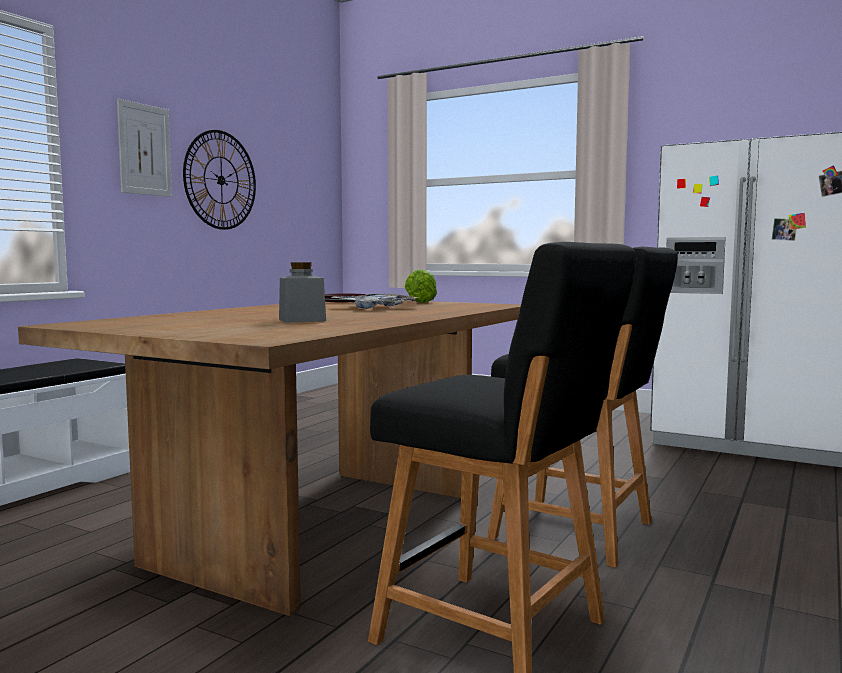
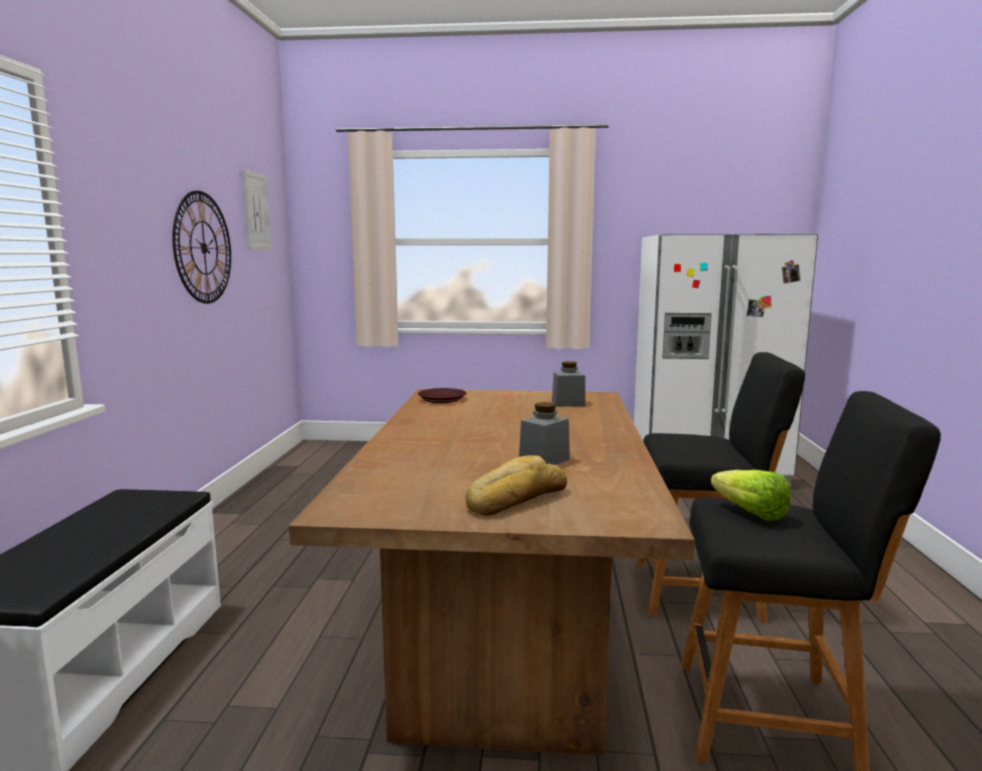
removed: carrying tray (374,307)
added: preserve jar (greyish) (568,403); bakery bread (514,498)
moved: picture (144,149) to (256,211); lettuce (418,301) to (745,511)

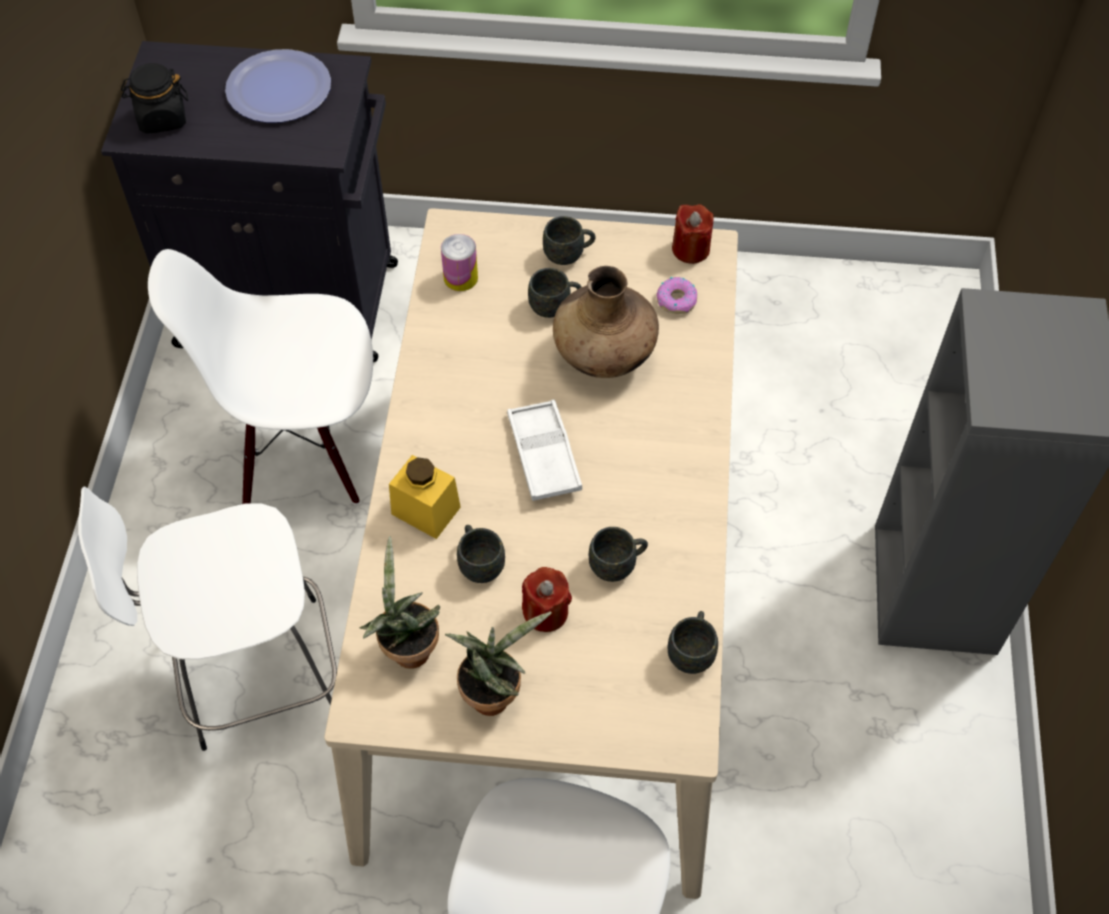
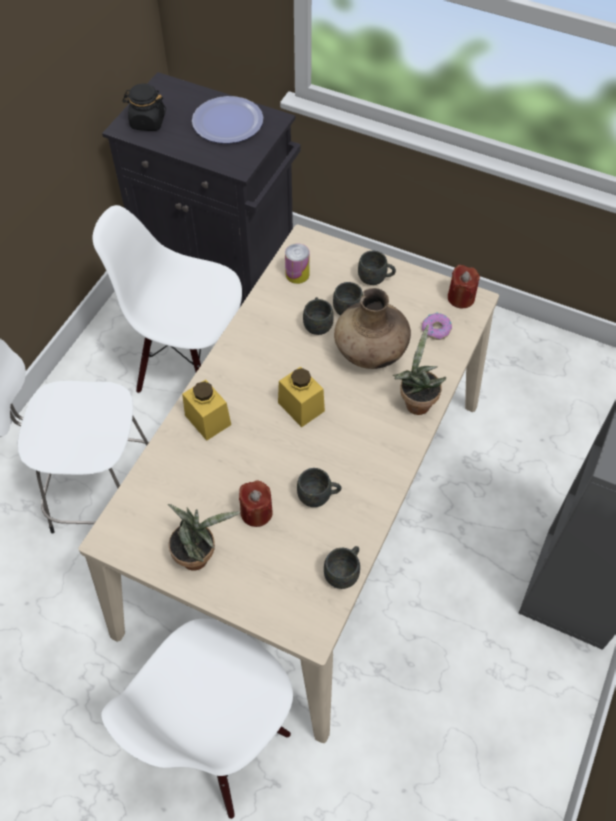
moved: mug (greyish) (479,562) to (317,323); potted plant (407,647) to (416,401)
replaced: carrying tray (white) (544,455) to preserve jar (yellow-coloured) (301,407)

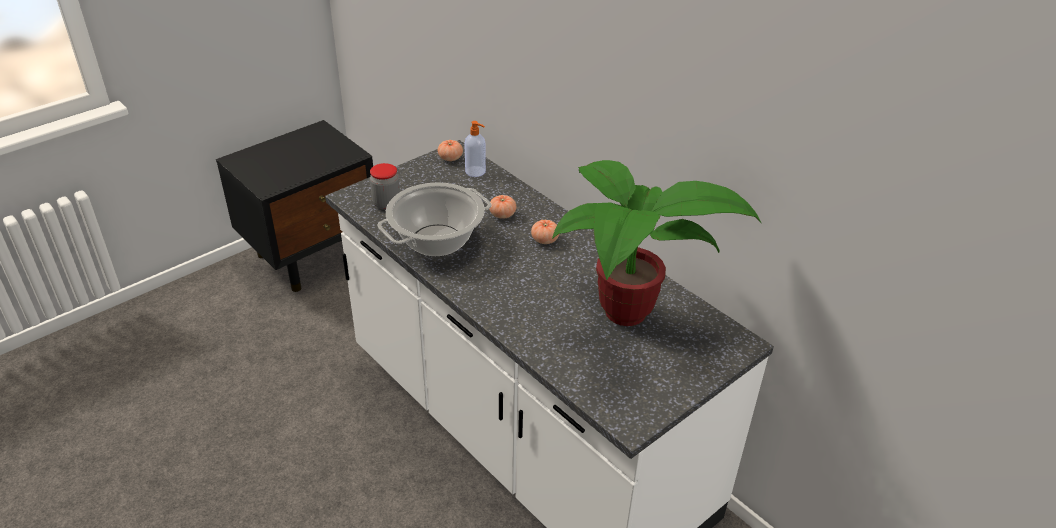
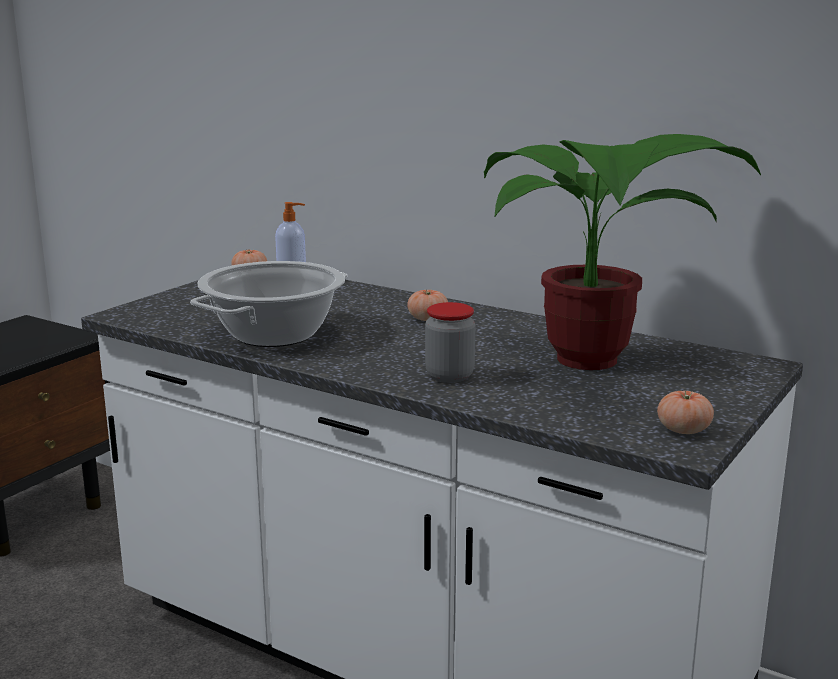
moved: preserve jar (386,203) to (449,376); fresh tomato (502,214) to (683,430)

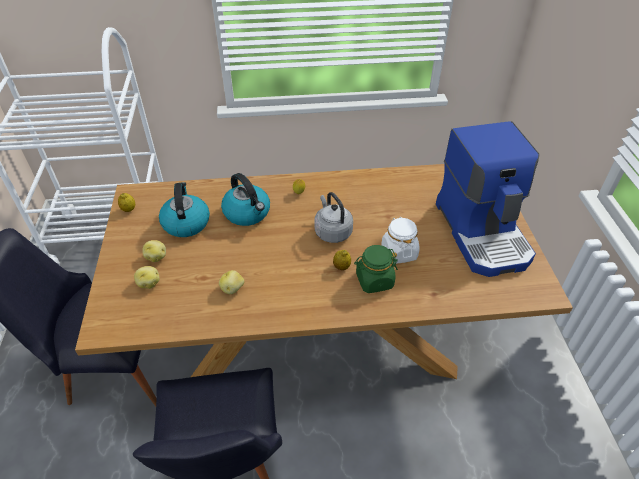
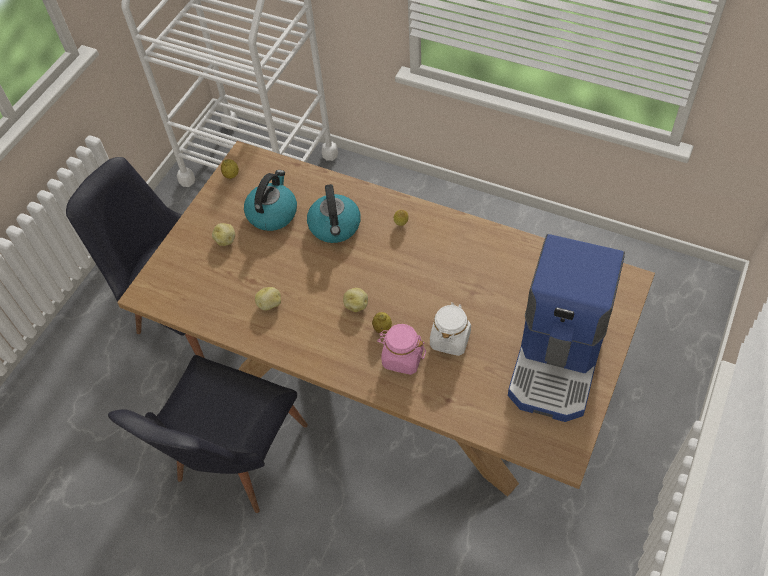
removed: water kettle (greyish) (332,231)
moved: spud (149,283) to (356,305)
recoloured: preserve jar (greenish) (374,281) to preserve jar (pink-coloured) (402,358)

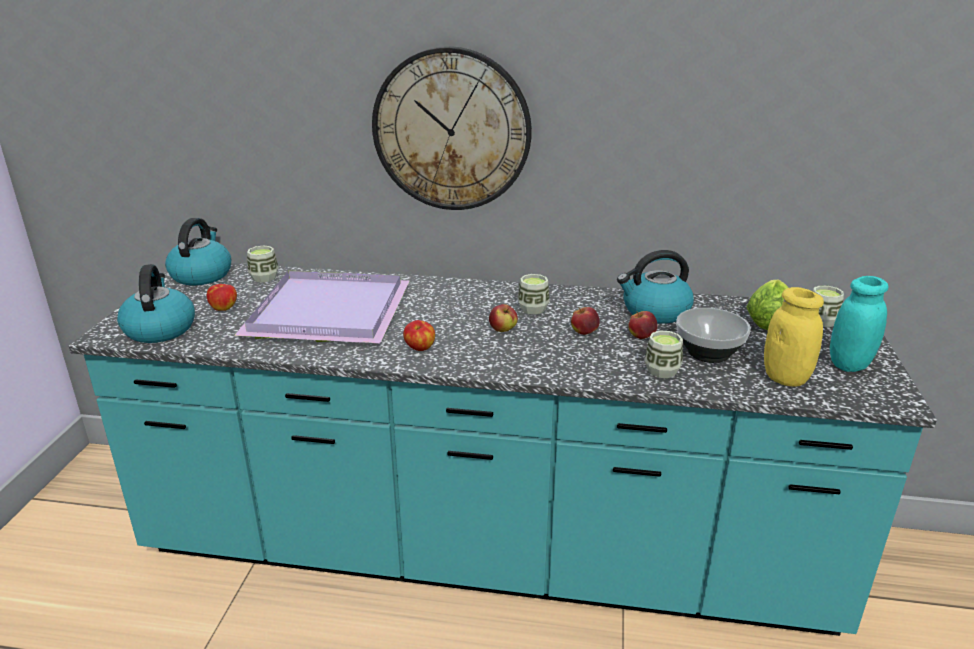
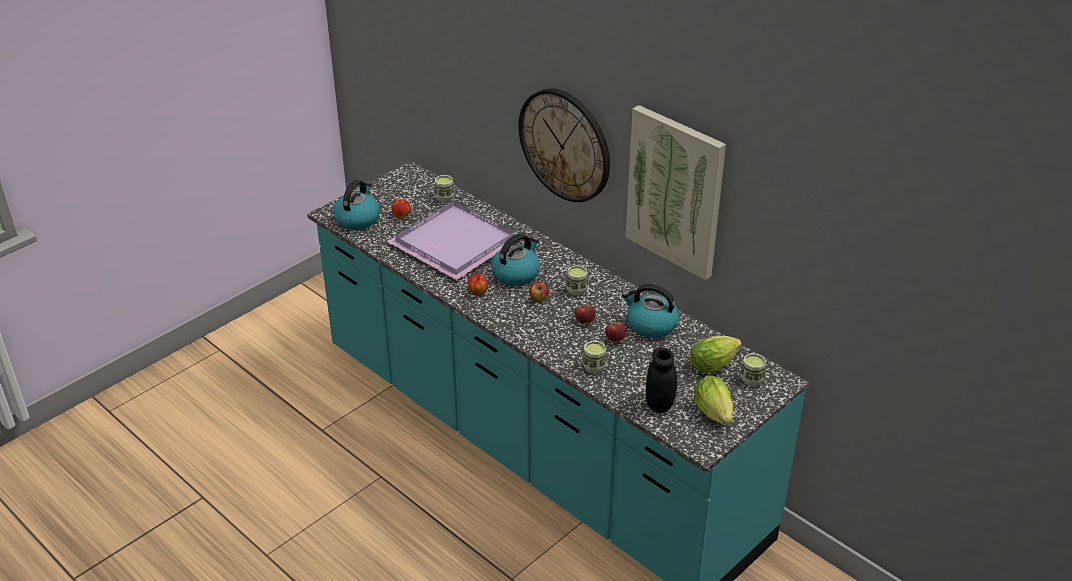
removed: deep dish (707,353)
added: picture (675,191)
moved: water kettle (201,274) to (516,274)
replaced: preserve jar (turquoise-coloured) (849,364) to lettuce (715,415)
recoloured: preserve jar (yellow-coloured) (785,378) to preserve jar (blackish) (659,404)

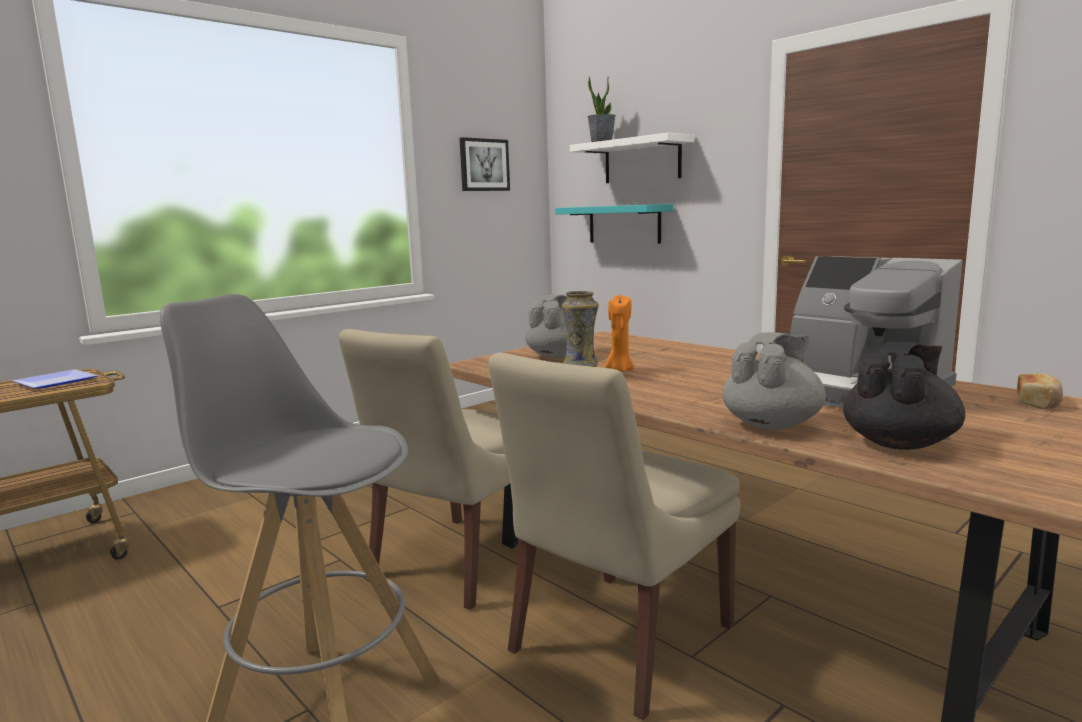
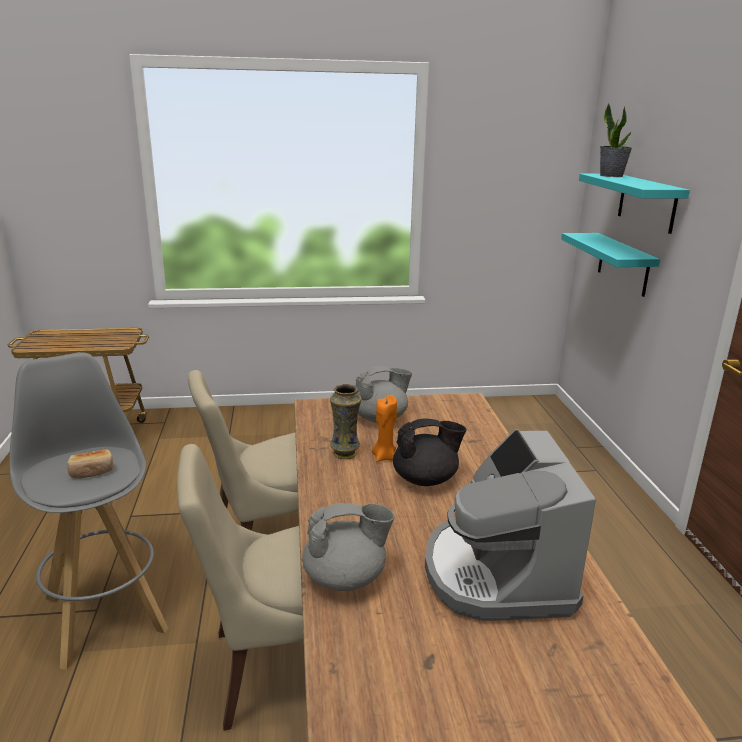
removed: picture (484,165); dinner plate (57,381)
moved: pot for tea (blackish) (899,443) to (426,479); bakery bread (1038,403) to (92,472)
recoloured: shelf (white) (642,160) to shelf (turquoise-coloured) (647,202)

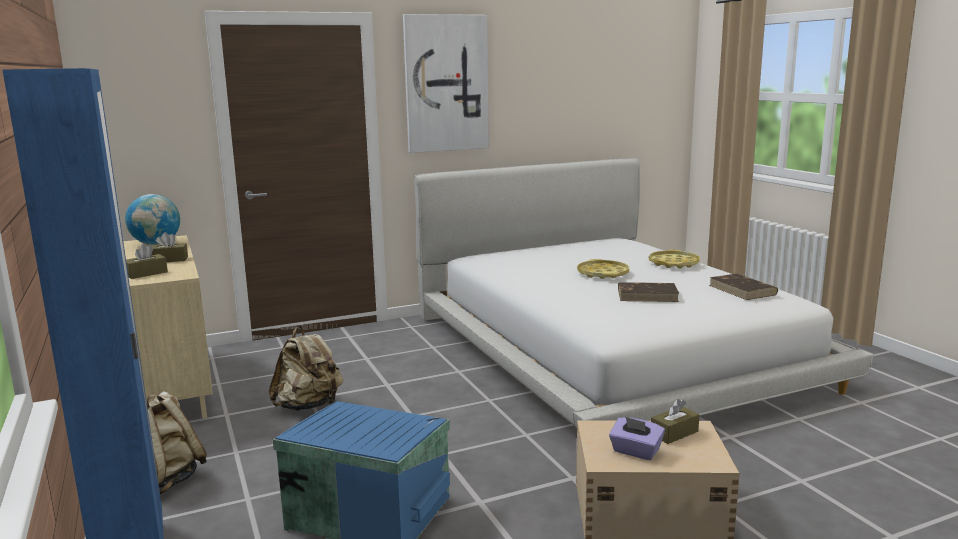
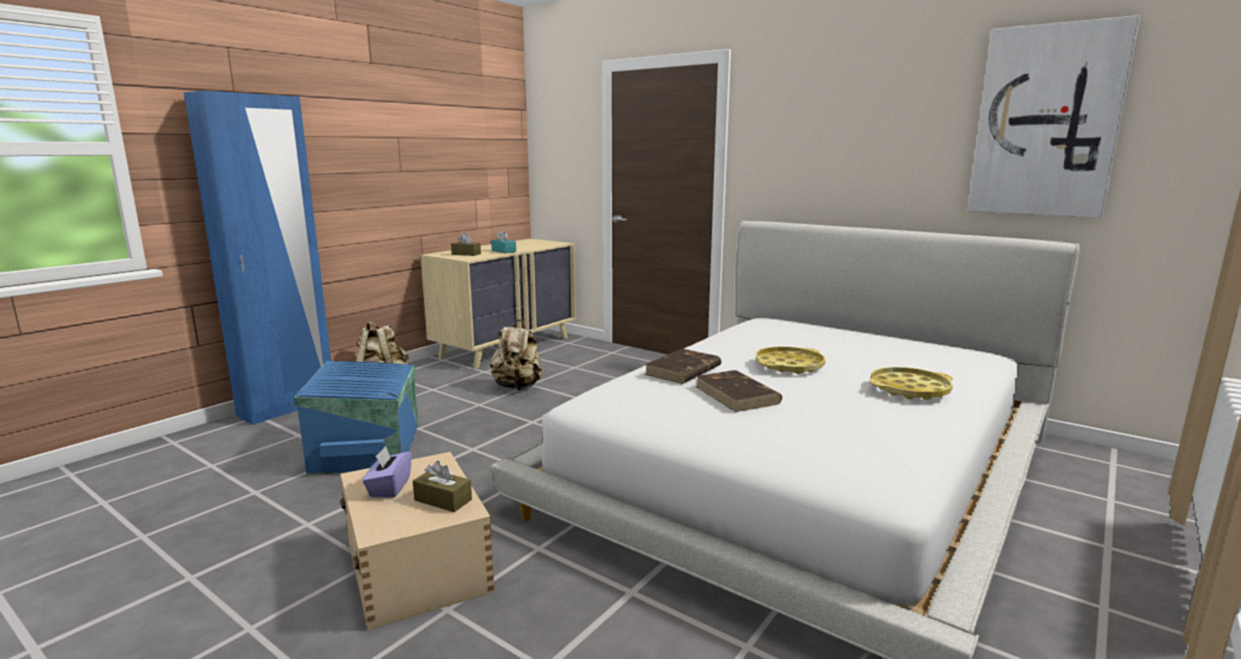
removed: globe (156,244)
moved: picture (446,83) to (1046,122); volume (brown) (743,290) to (683,370)
recoloured: tissue holder (brown) (169,260) to tissue holder (turquoise-coloured) (503,251)

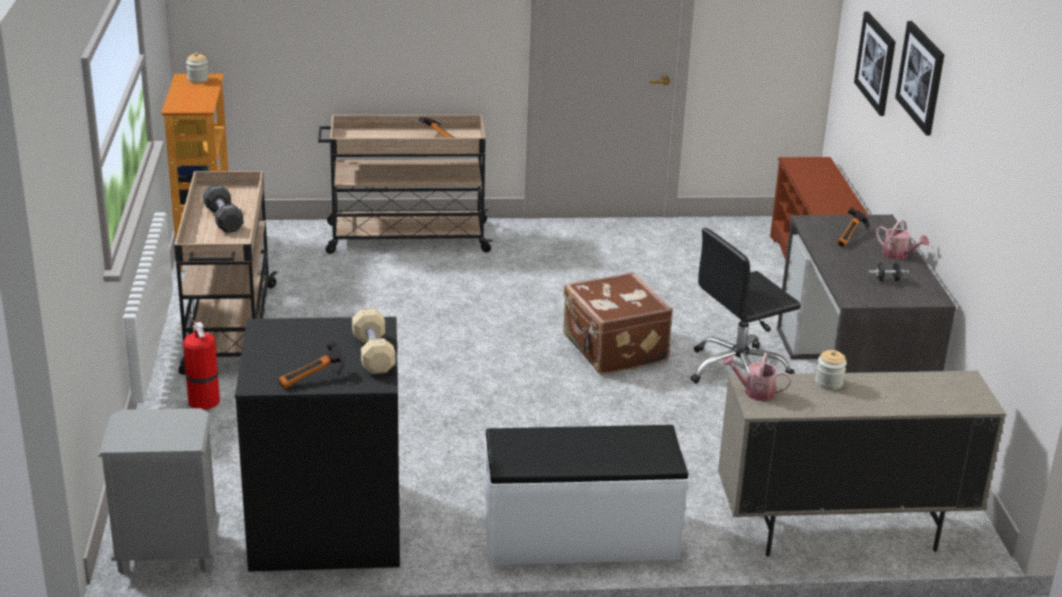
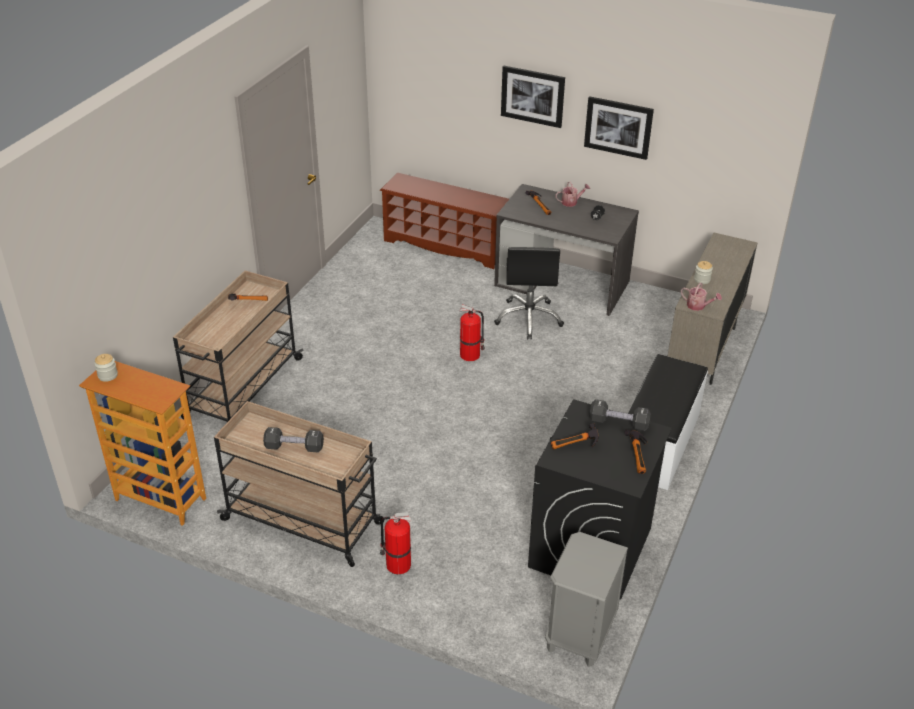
added: hand hammer (575,447)
moved: picture (876,62) to (618,127)
replaced: suitcase (brown) (613,350) to fire extinguisher (471,355)
recoloured: dumbbell (sand-coloured) (373,354) to dumbbell (blackish) (618,423)
turned: sprinkling can (754,392) = (698,306) 105 degrees counterclockwise

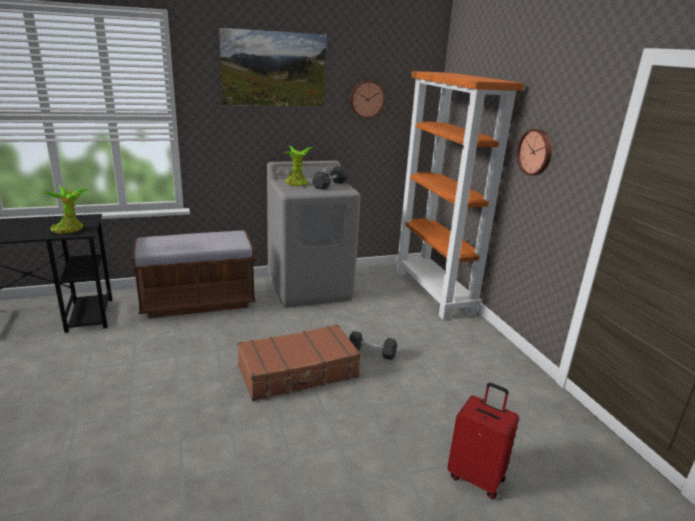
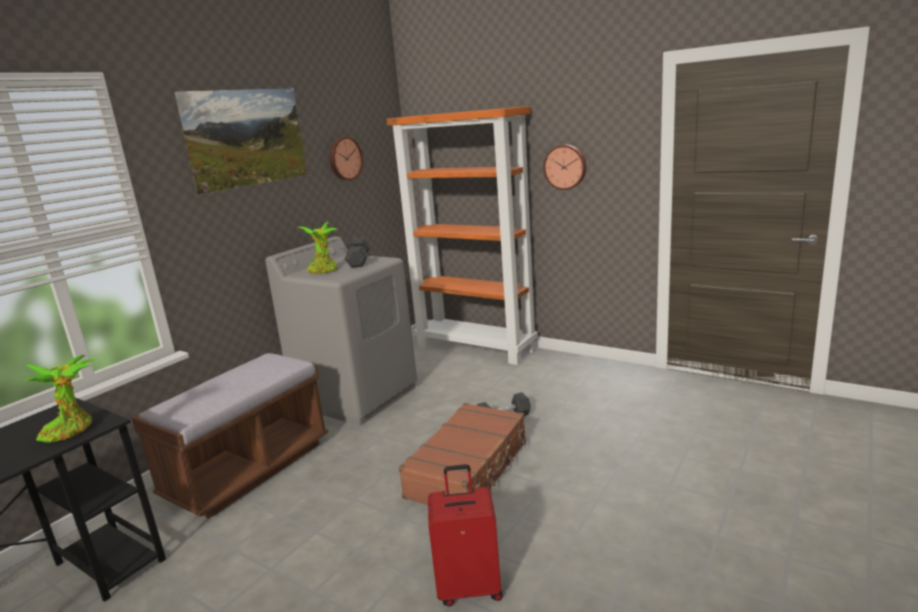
moved: suitcase (red) (476,477) to (469,587)

